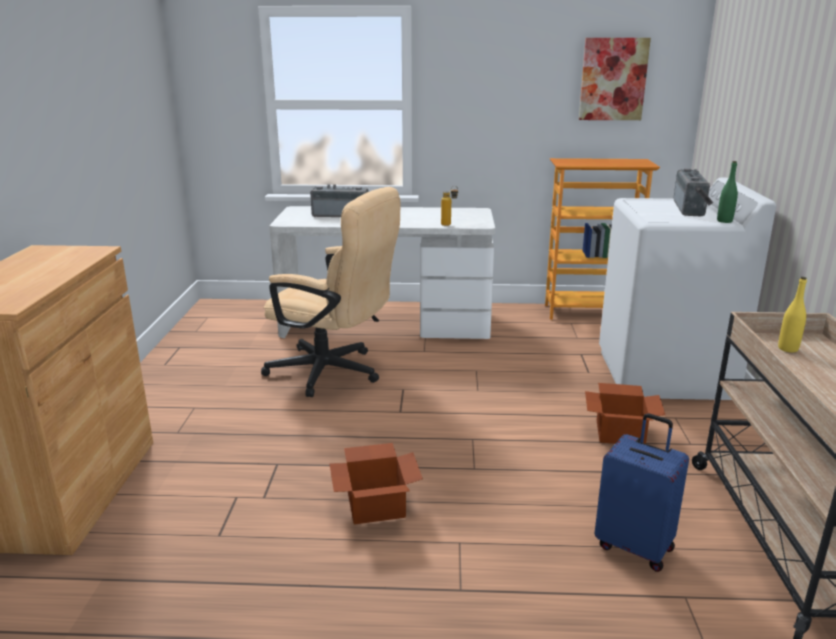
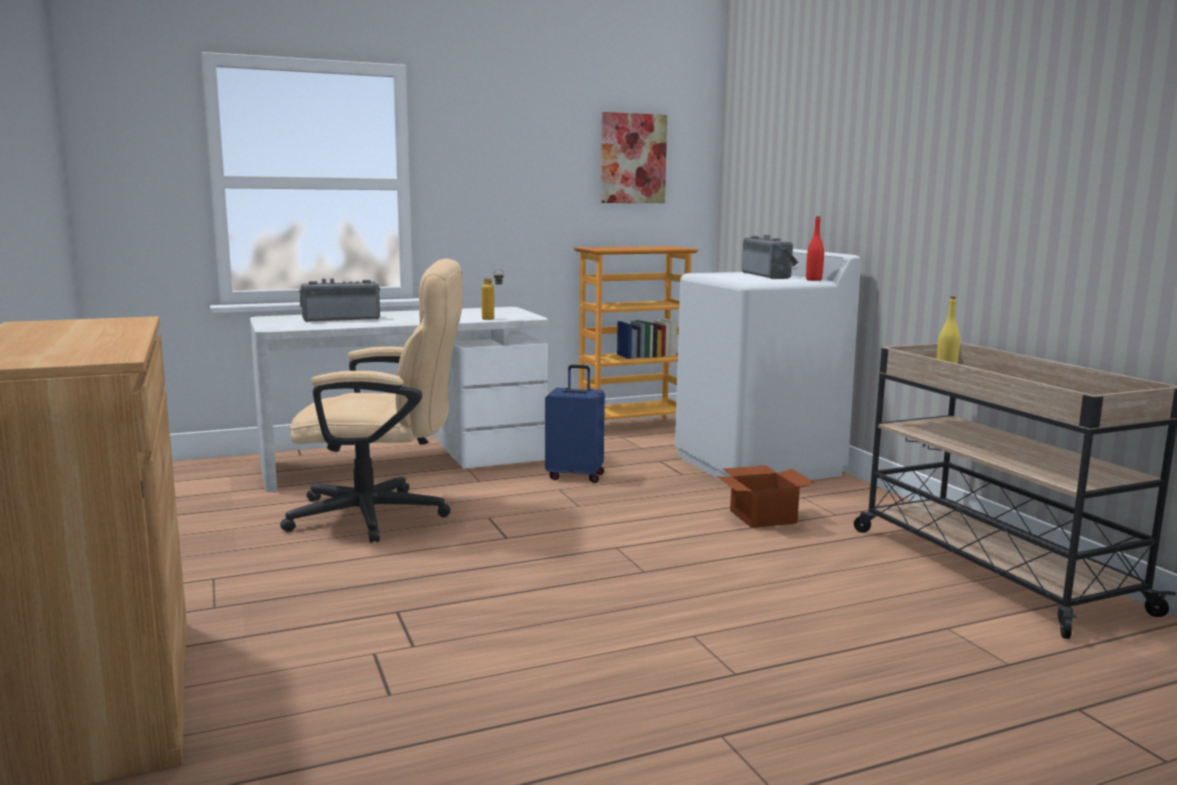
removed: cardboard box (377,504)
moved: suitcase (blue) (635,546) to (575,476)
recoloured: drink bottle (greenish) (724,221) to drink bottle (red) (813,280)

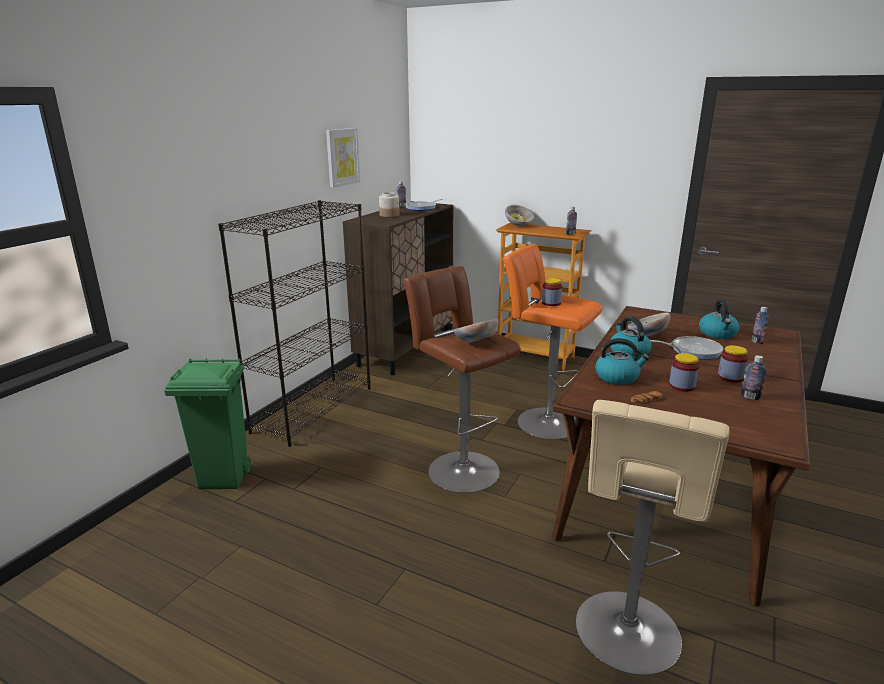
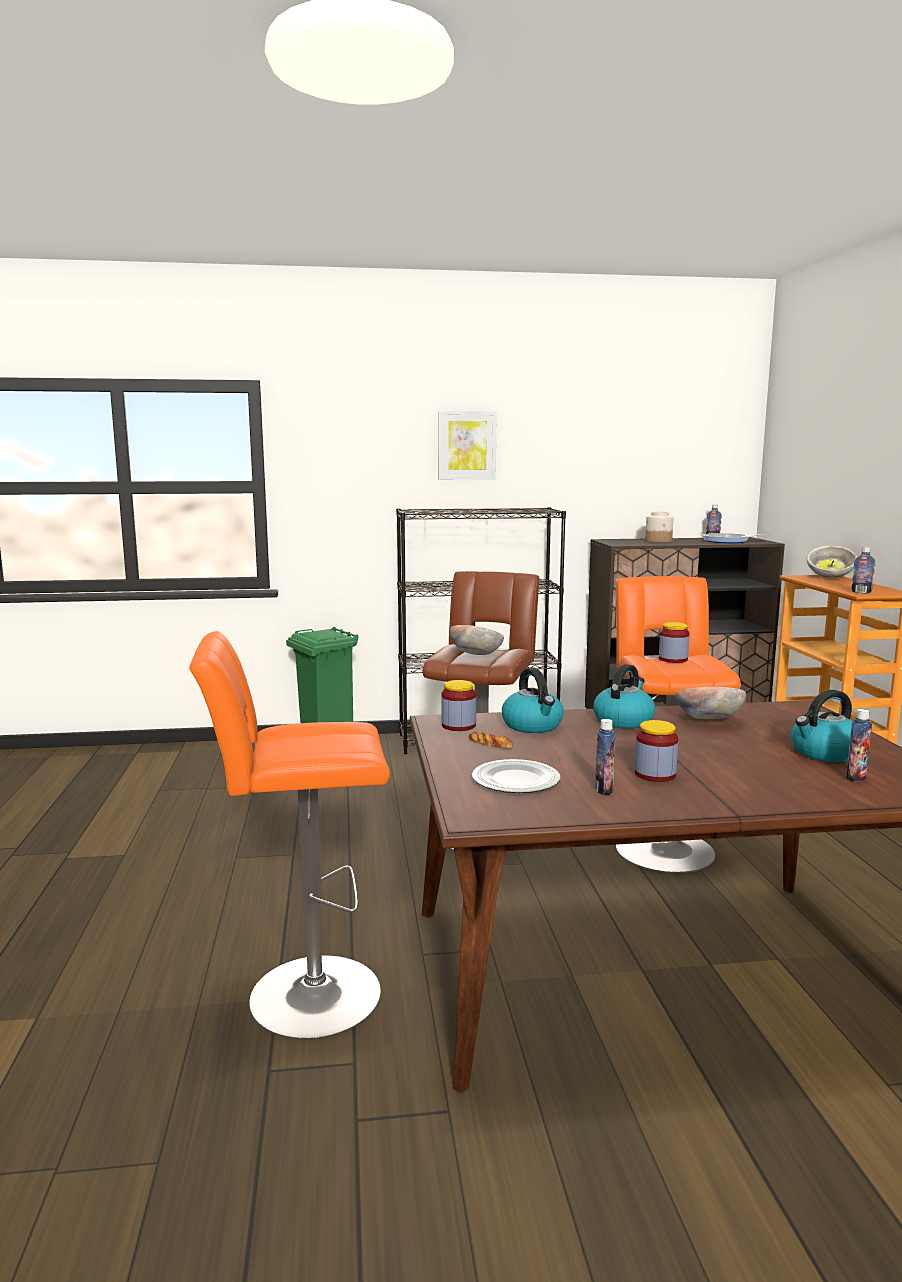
removed: skillet (692,350)
added: dinner plate (514,780)
moved: picture (342,157) to (466,445); preserve jar (682,386) to (458,726)
recoloured: sitting stool (sand-coloured) (626,637) to sitting stool (orange) (304,996)

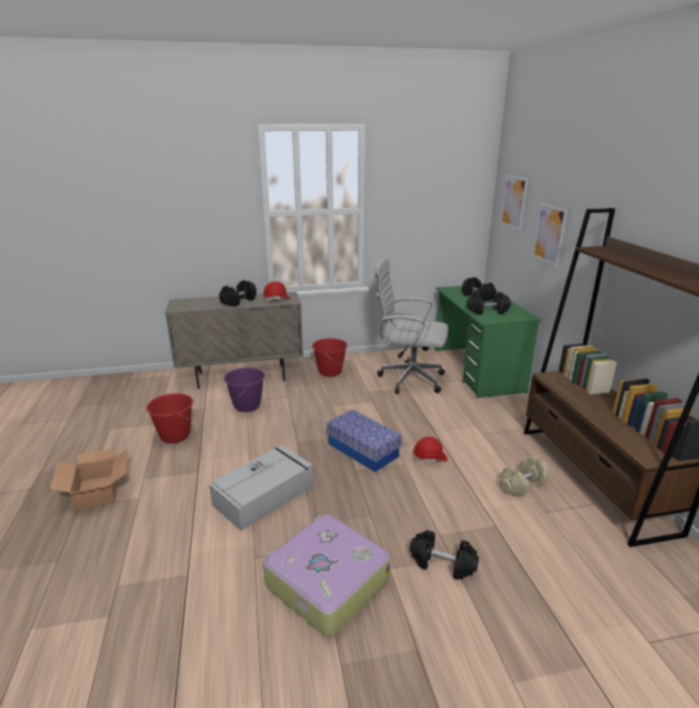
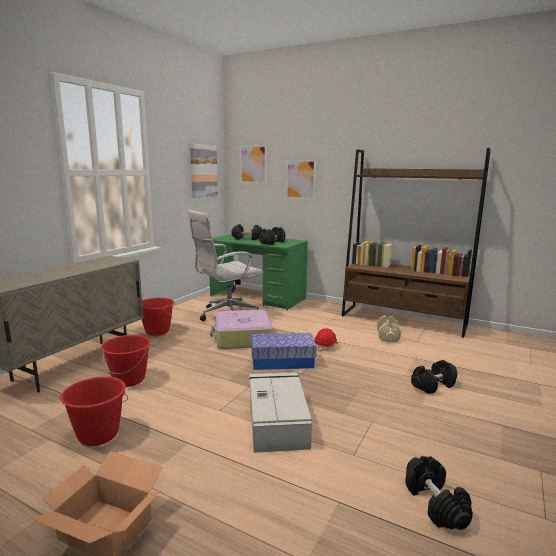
removed: hard hat (red) (277,299)
added: picture (203,171)
moved: dumbbell (blackish) (239,301) to (436,504); suitcase (326,582) to (242,338)
recoloured: bucket (purple-coloured) (247,406) to bucket (red) (129,380)

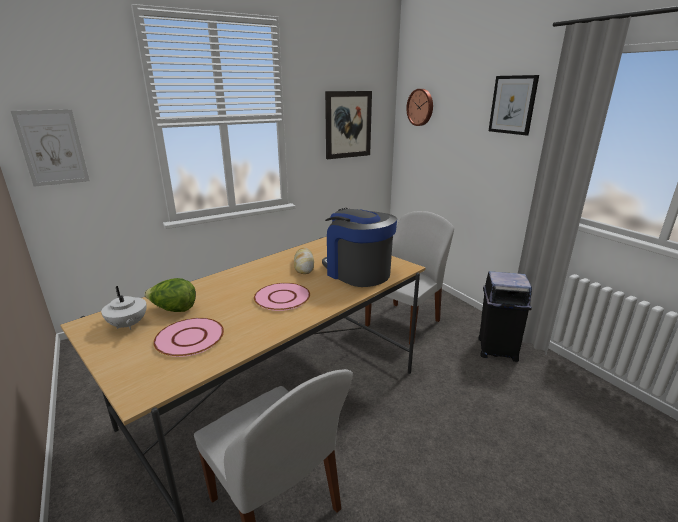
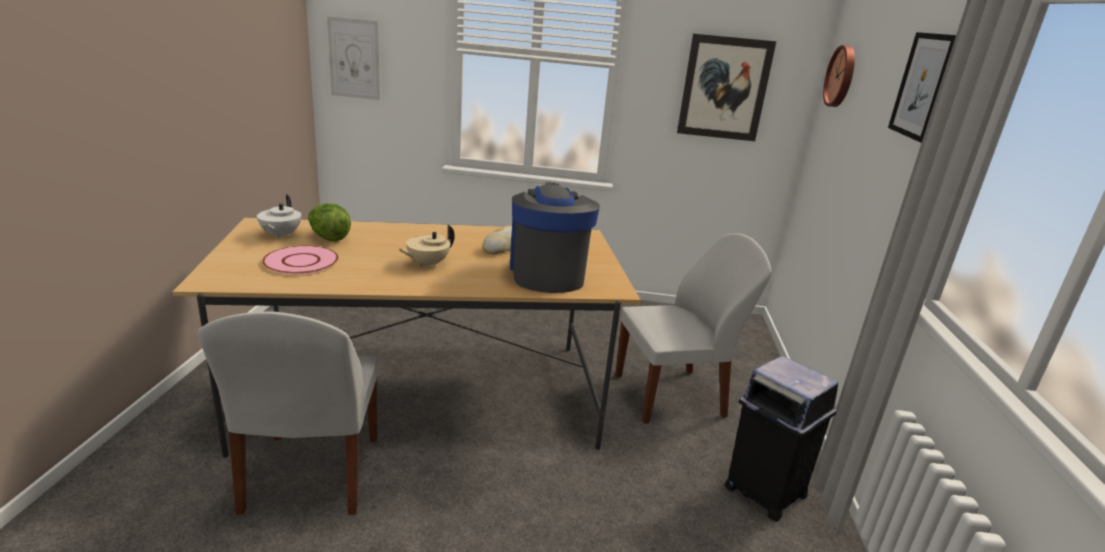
replaced: dinner plate (pink-coloured) (282,298) to pot for tea (sand-coloured) (427,264)

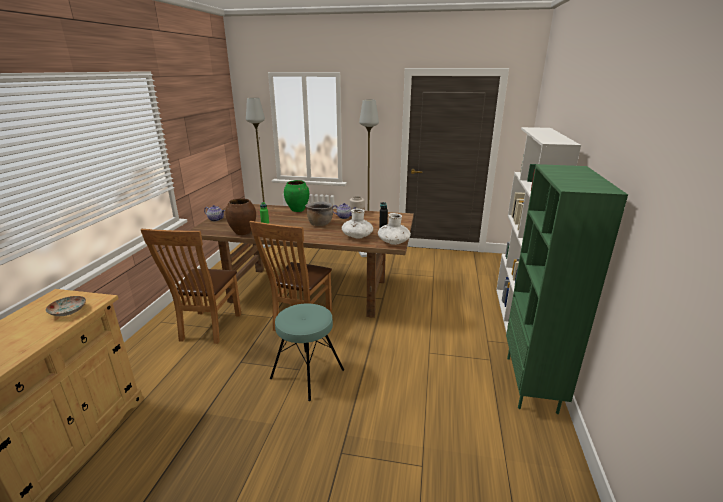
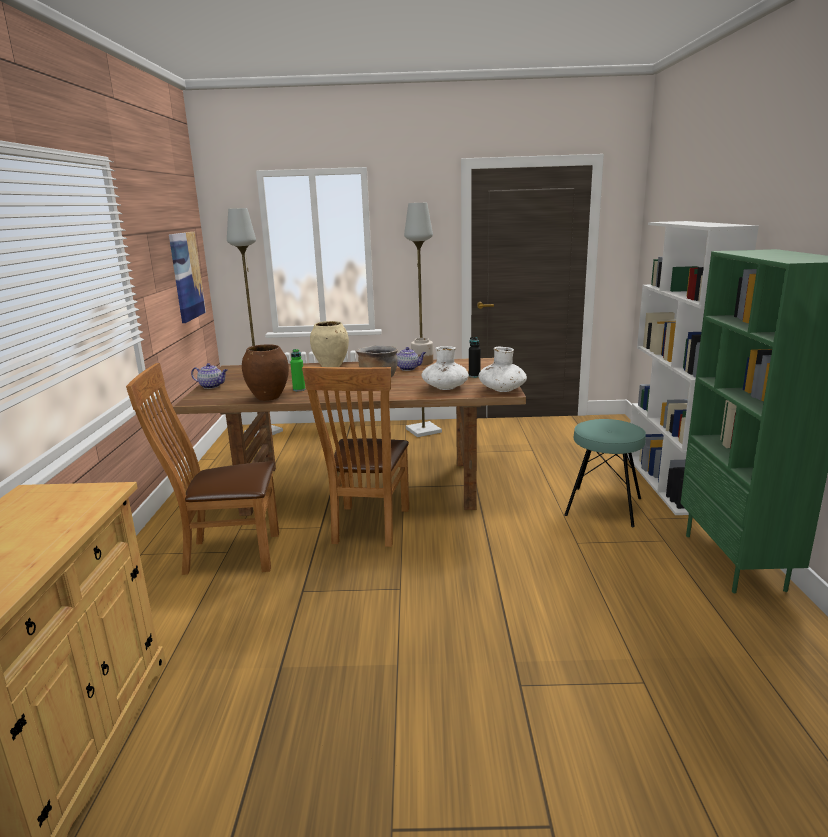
removed: dinner plate (68,312)
added: picture (186,276)
moved: sitting stool (turquoise-coloured) (307,374) to (603,507)
recoloured: decorative vase (greenish) (298,210) to decorative vase (sand-coloured) (331,366)
turned: upright chair (brown) (208,329) = (226,554) 90 degrees clockwise

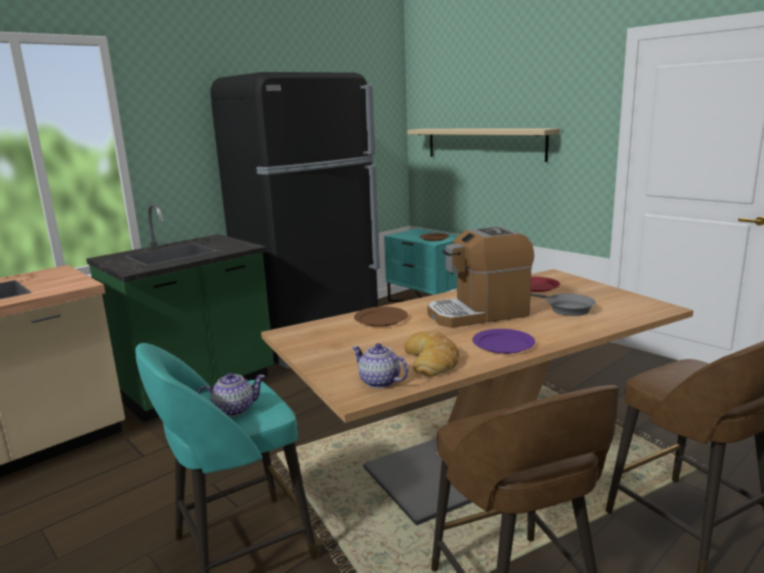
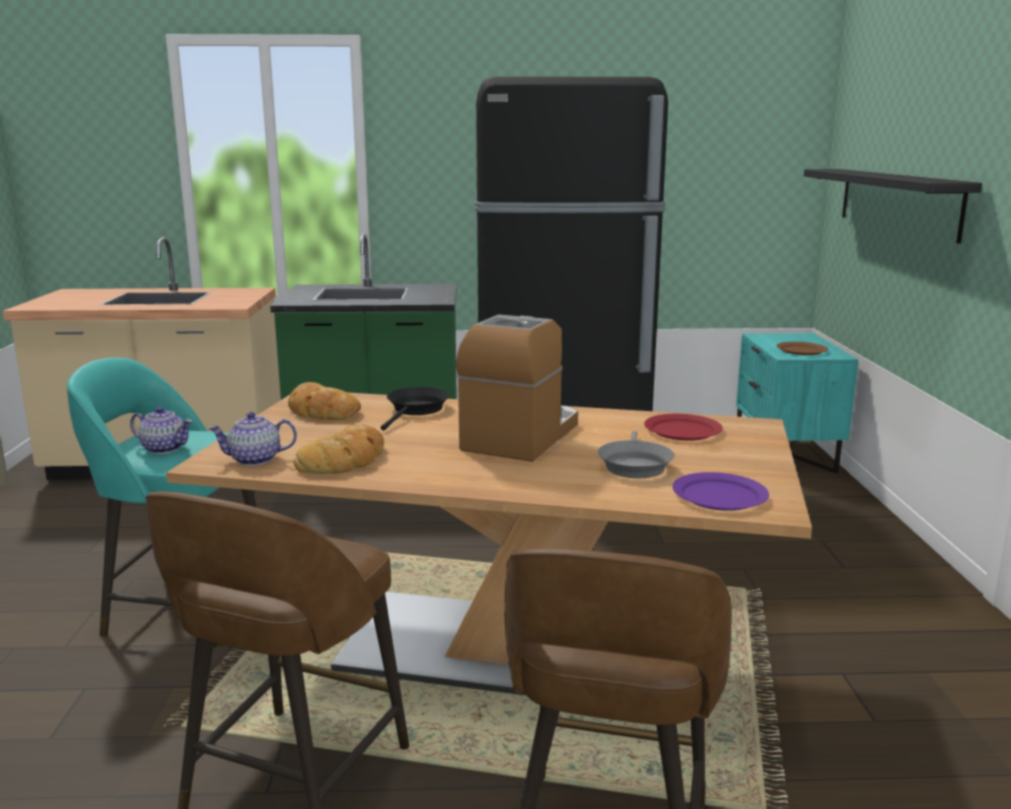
added: bakery bread (321,411)
moved: dinner plate (purple-coloured) (503,344) to (719,496)
replaced: dinner plate (brown) (381,319) to skillet (blackish) (416,410)
recoloured: shelf (sand-coloured) (484,143) to shelf (blackish) (897,201)
turned: coffee brewer (478,313) = (521,436) 90 degrees clockwise; pot for tea (379,382) = (254,460) 90 degrees counterclockwise

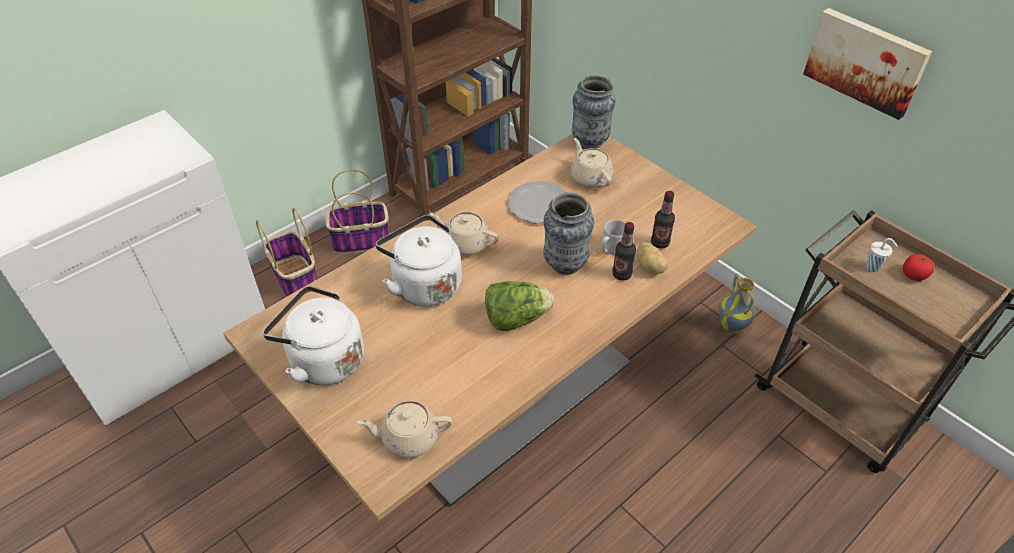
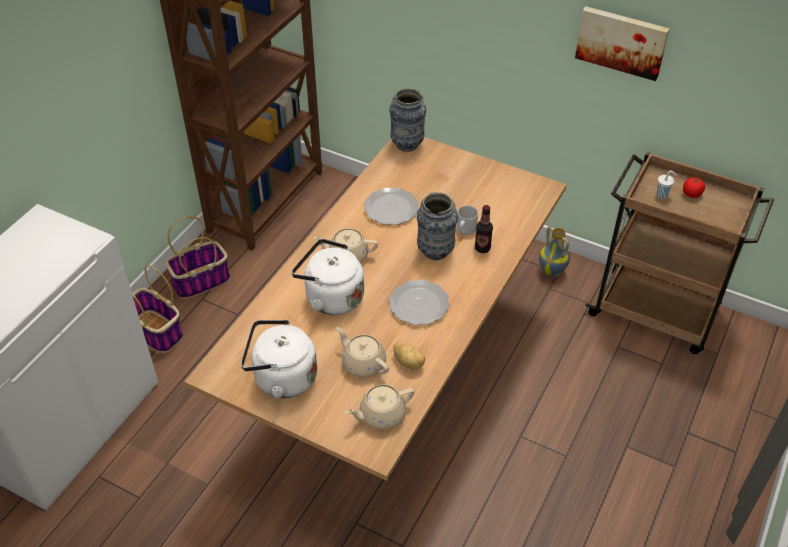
removed: drink bottle (659,243)
moved: pot for tea (sand-coloured) (590,177) to (363,363); spud (650,267) to (409,362)
replaced: lettuce (516,319) to dinner plate (418,304)

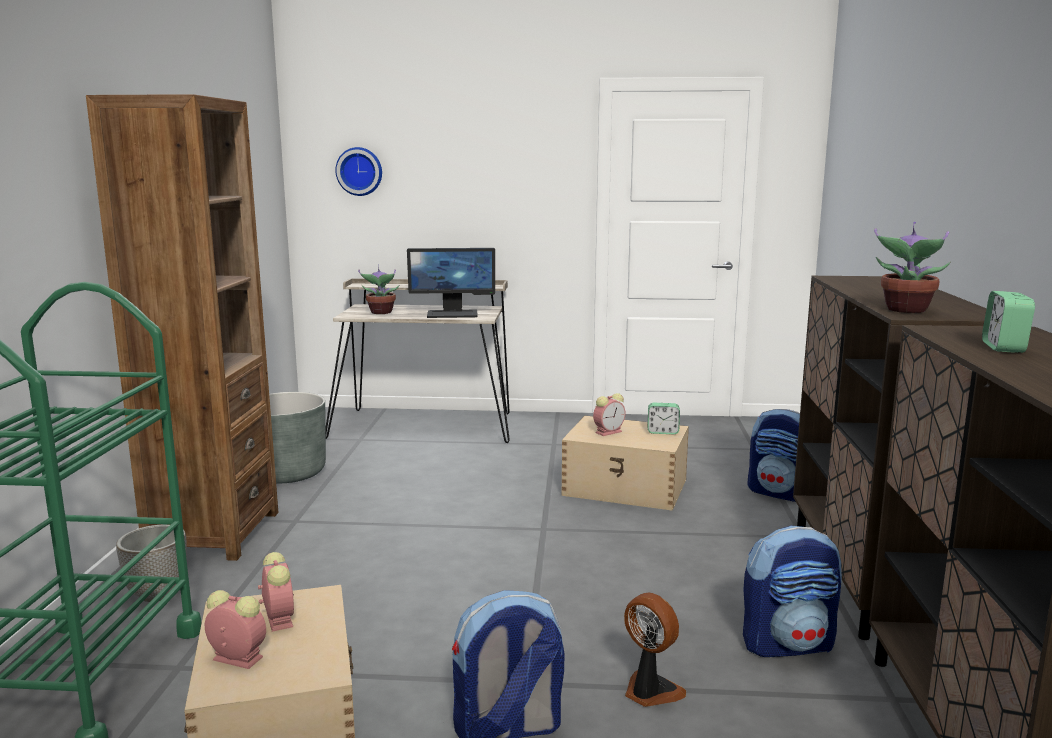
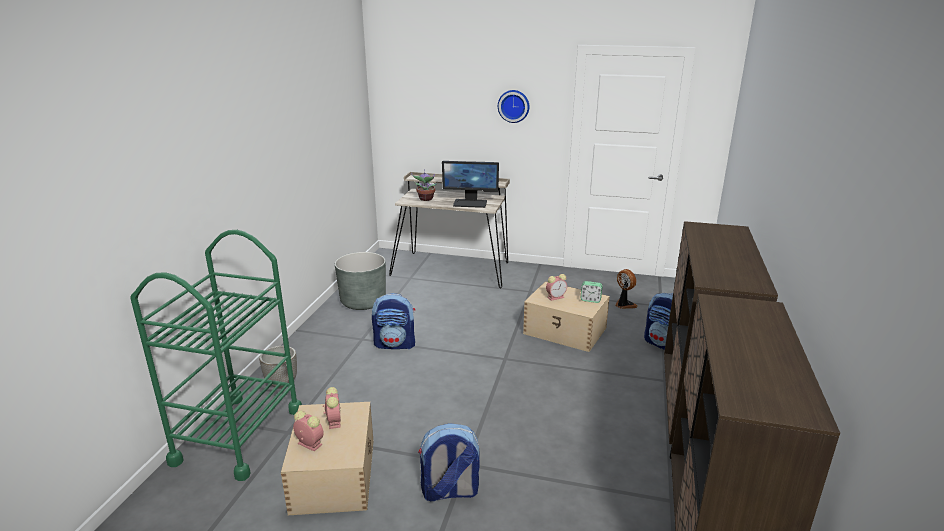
removed: shelving unit (brown) (213,533); potted plant (905,310); alarm clock (1003,347)
moved: wall clock (360,171) to (514,106); backpack (788,644) to (395,344); fan (650,691) to (624,305)

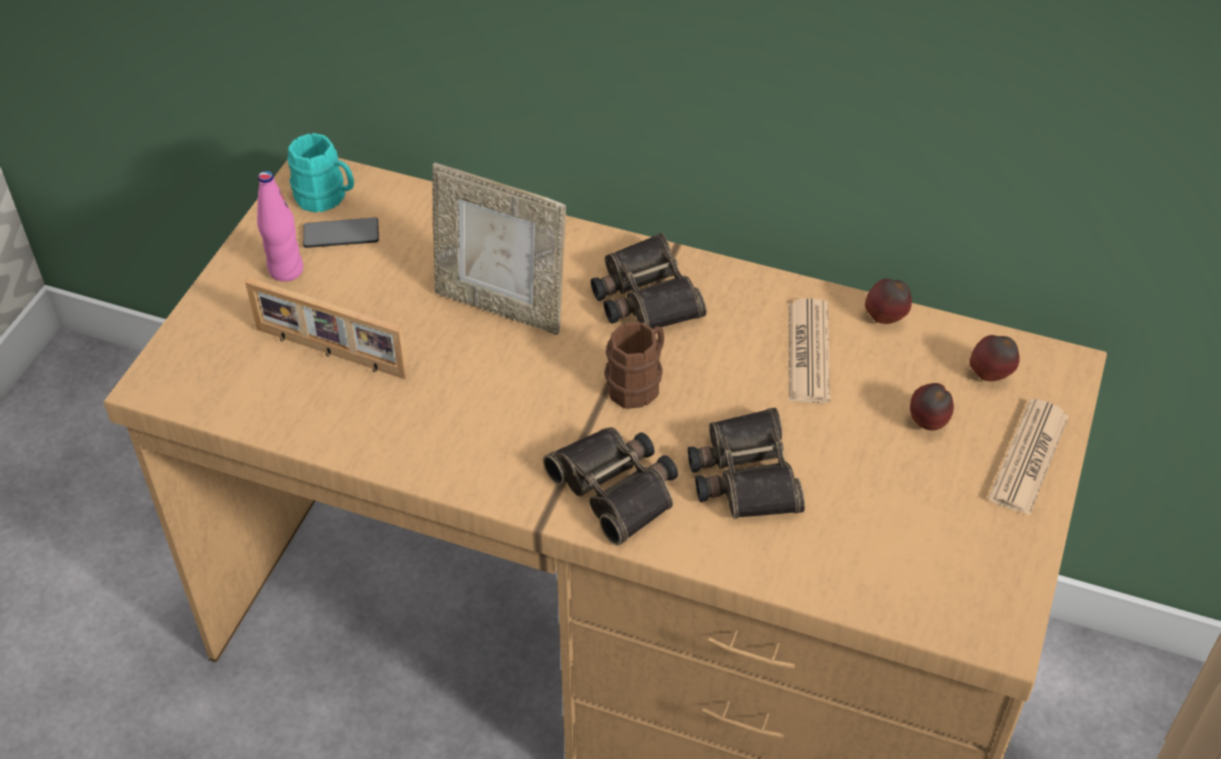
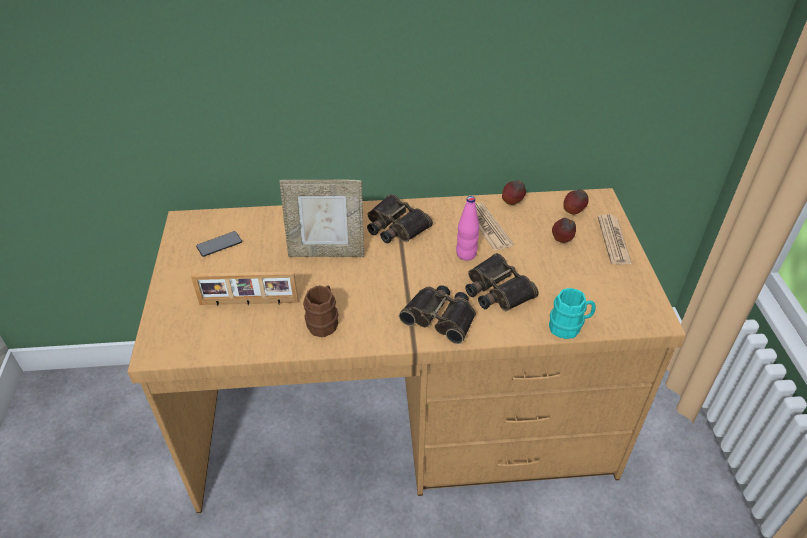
moved: mug (turquoise-coloured) (326,198) to (569,326); drink bottle (pink-coloured) (286,270) to (466,254); mug (brown) (638,383) to (324,321)

